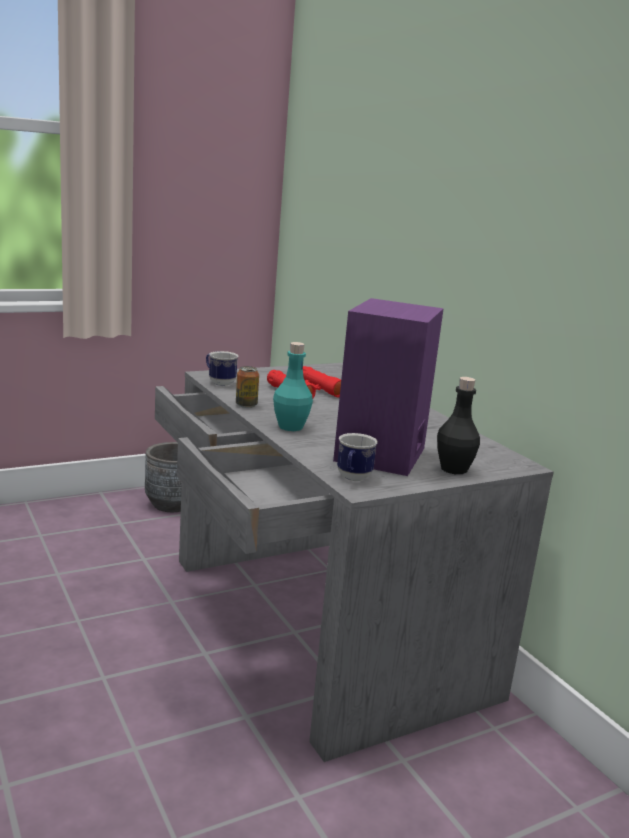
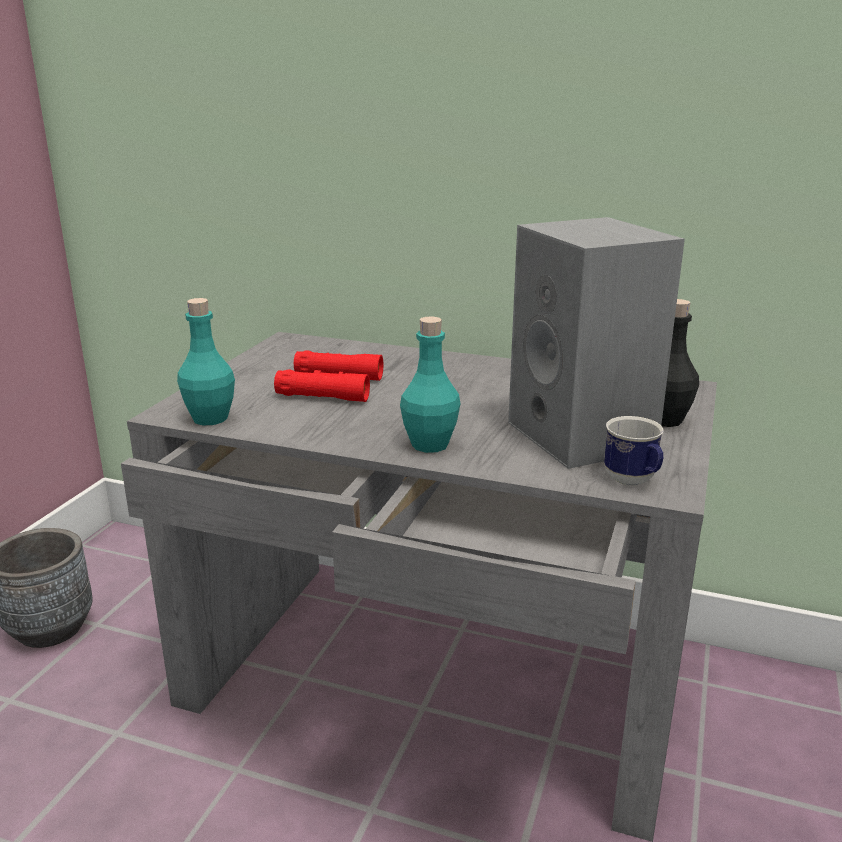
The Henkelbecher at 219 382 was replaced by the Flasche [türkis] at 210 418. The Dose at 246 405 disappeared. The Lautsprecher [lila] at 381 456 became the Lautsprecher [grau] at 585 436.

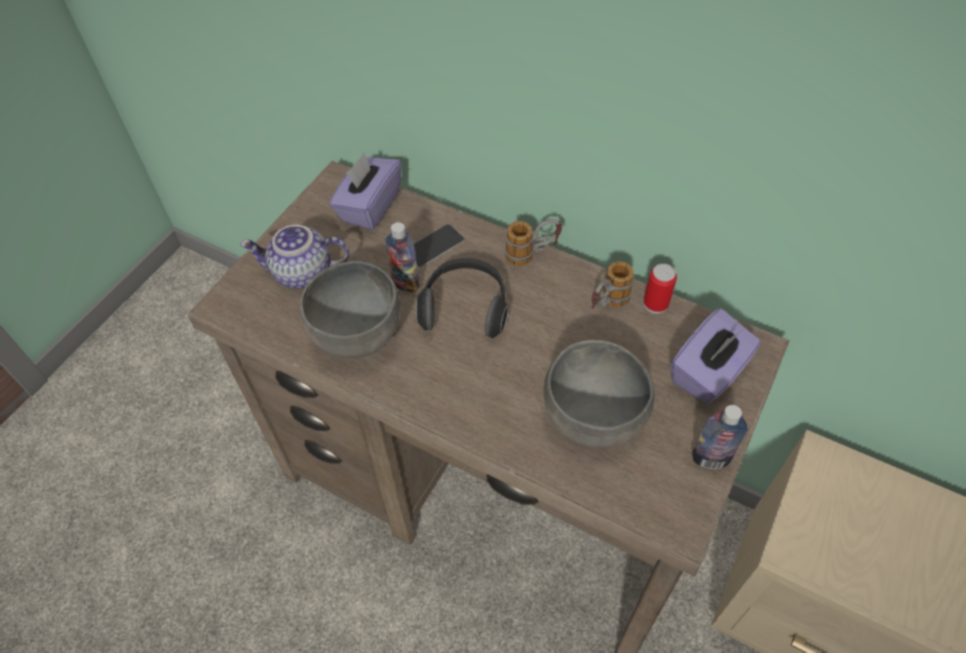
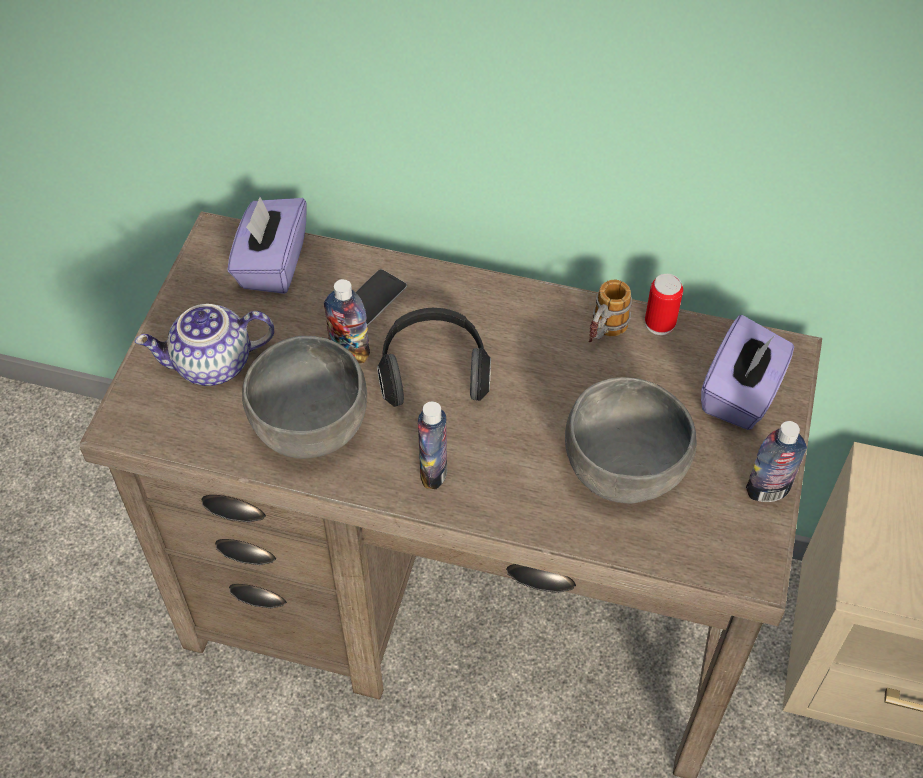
The Henkelbecher at 532 254 disappeared. The Flasche at 433 472 appeared.

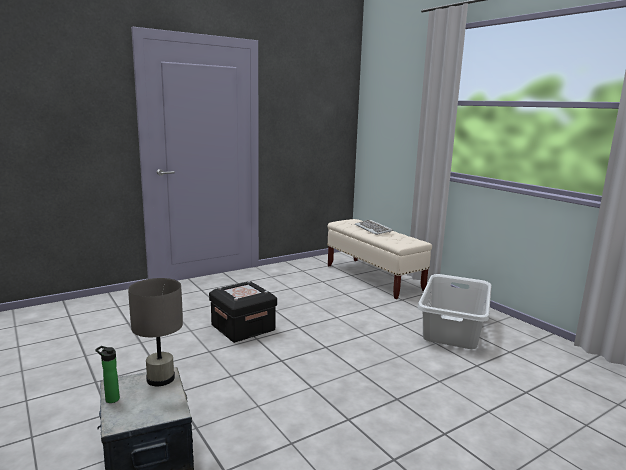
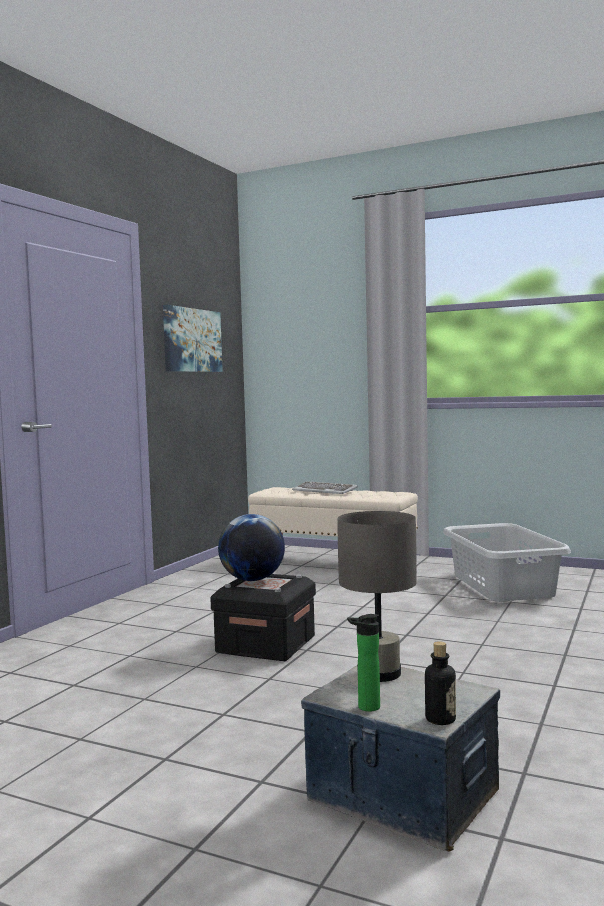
The Bild at 192 340 appeared. The Globus at 252 580 appeared. The Flasche at 440 719 appeared.

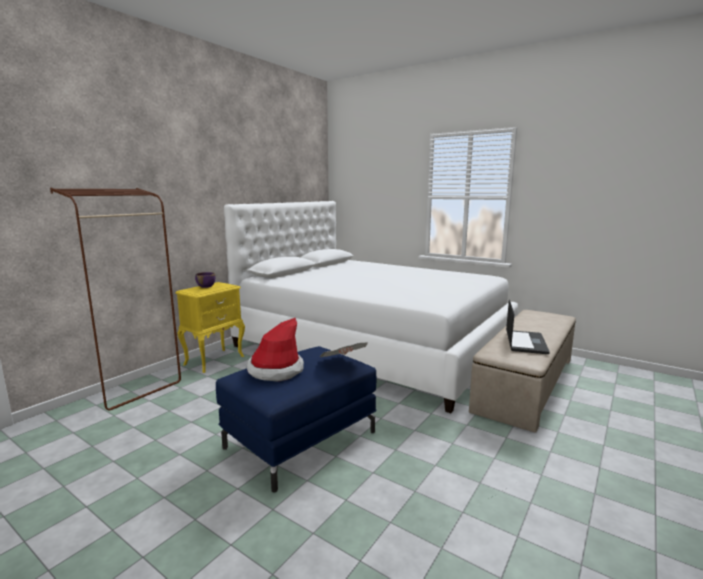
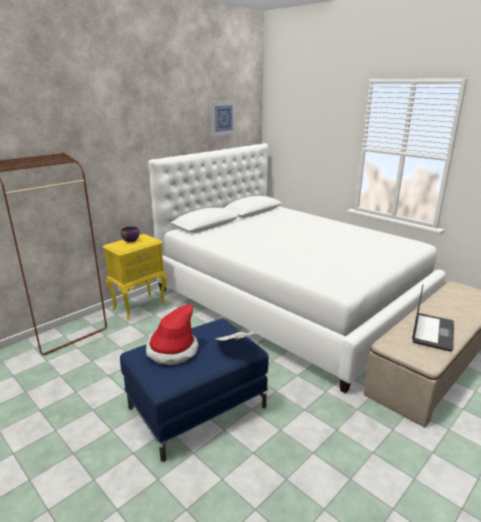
The Bild at 222 118 appeared.

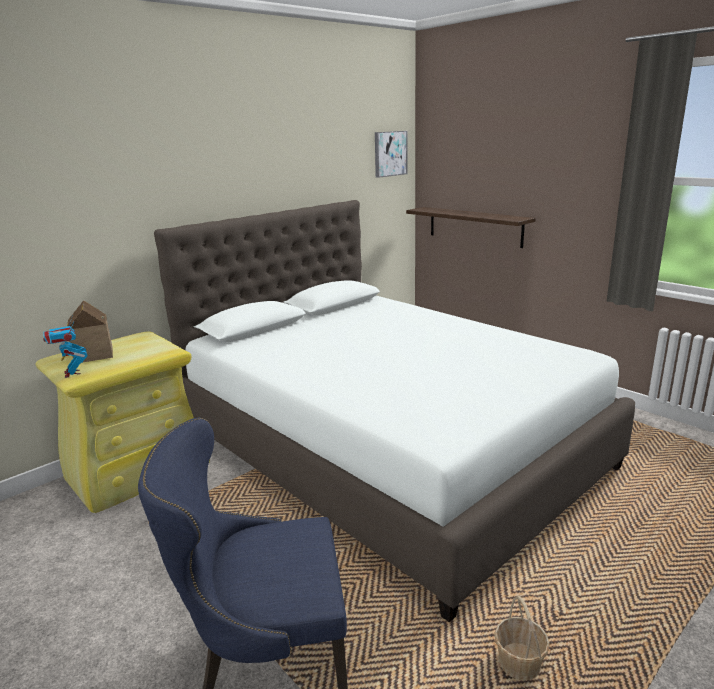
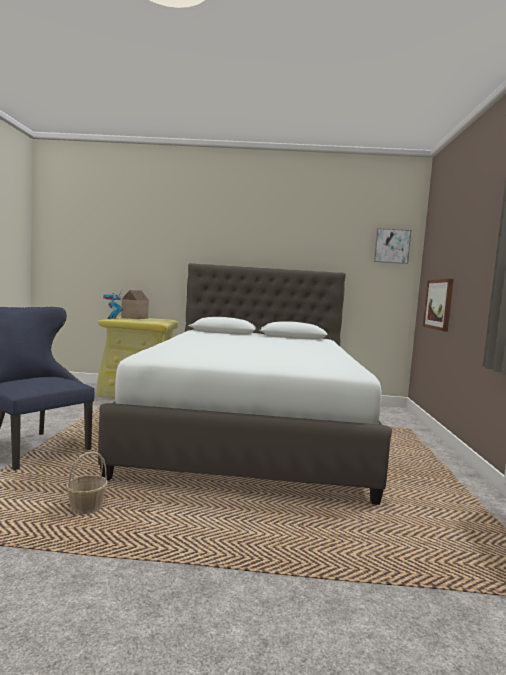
The Wandregal at 474 226 was replaced by the Bild at 438 304.

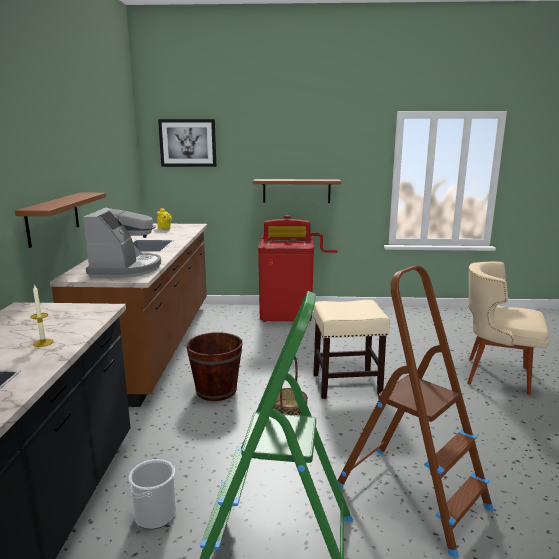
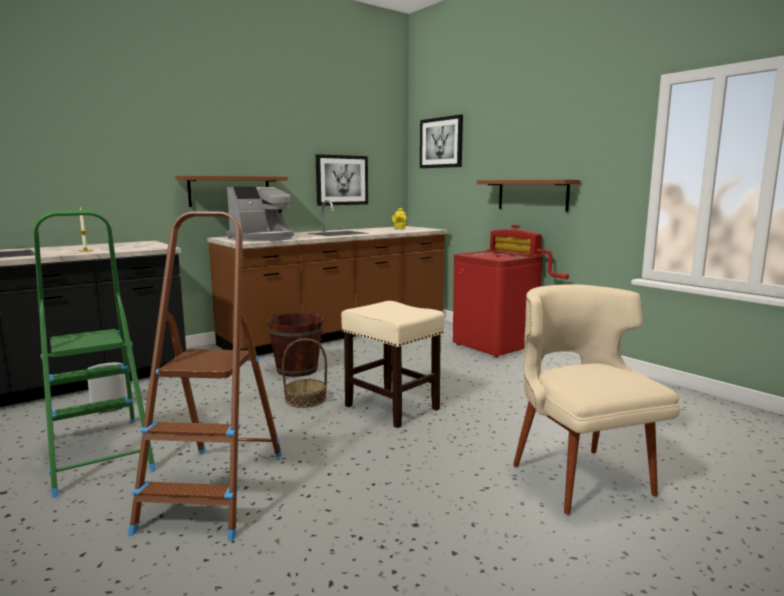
The Bild at 342 180 appeared.

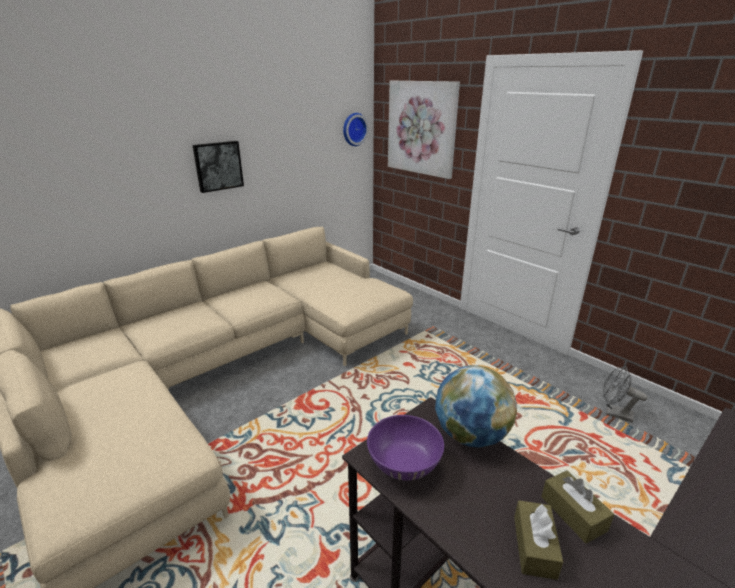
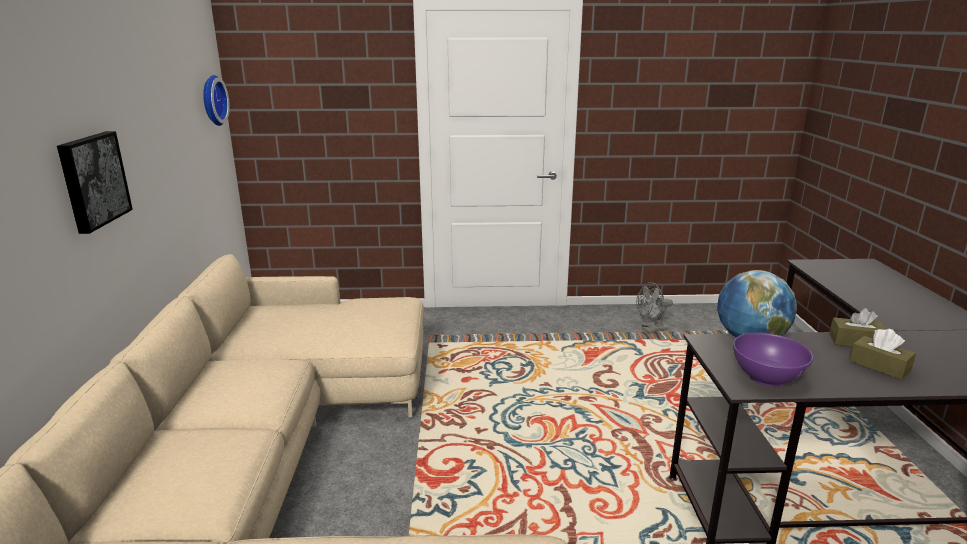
The Bild at 421 128 disappeared.

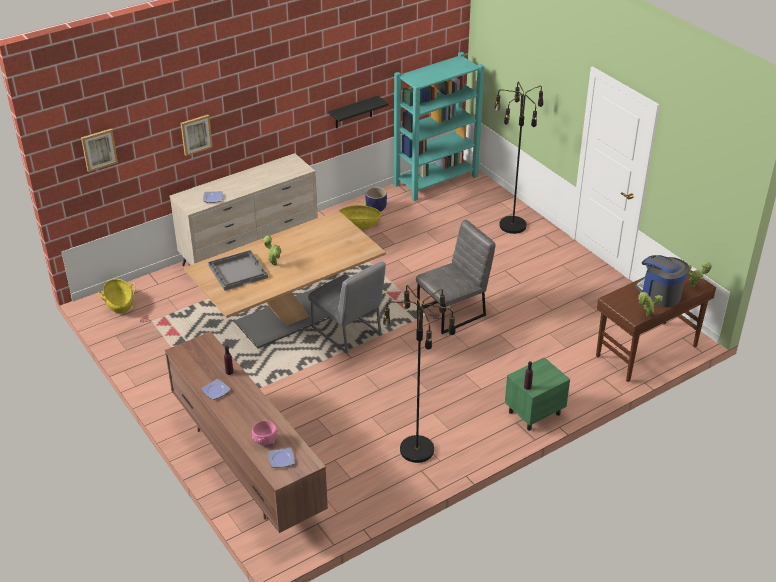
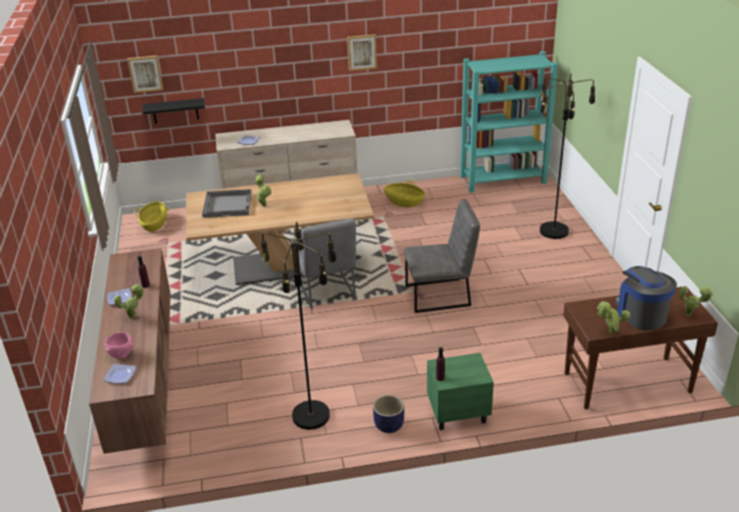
The Bild moved from 196 134 to 362 52. The Wandregal [schwarz] moved from 353 112 to 175 111. The Pflanzkübel moved from 376 208 to 389 425. The Topfpflanze at 133 317 appeared.

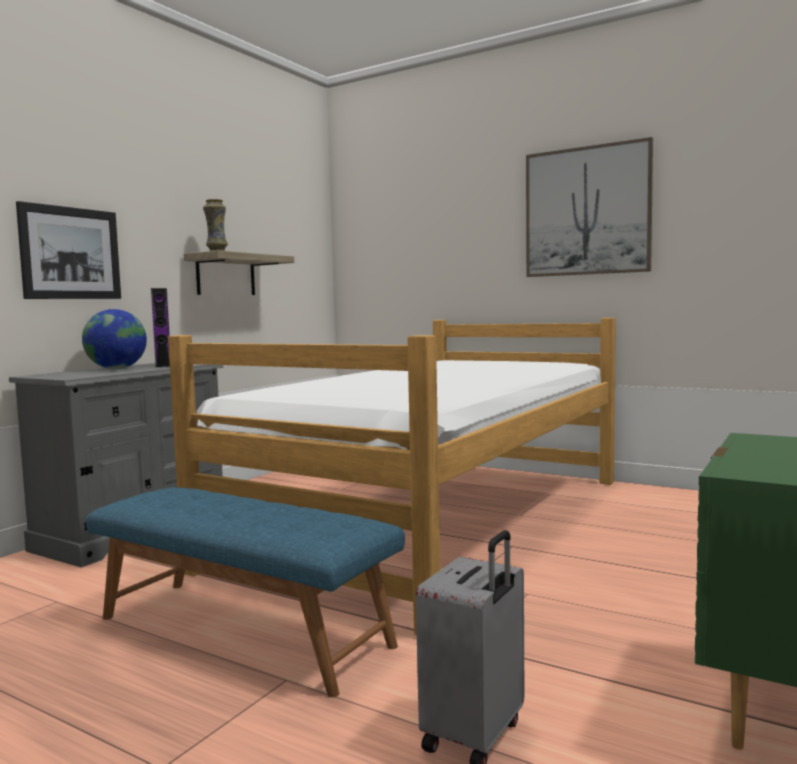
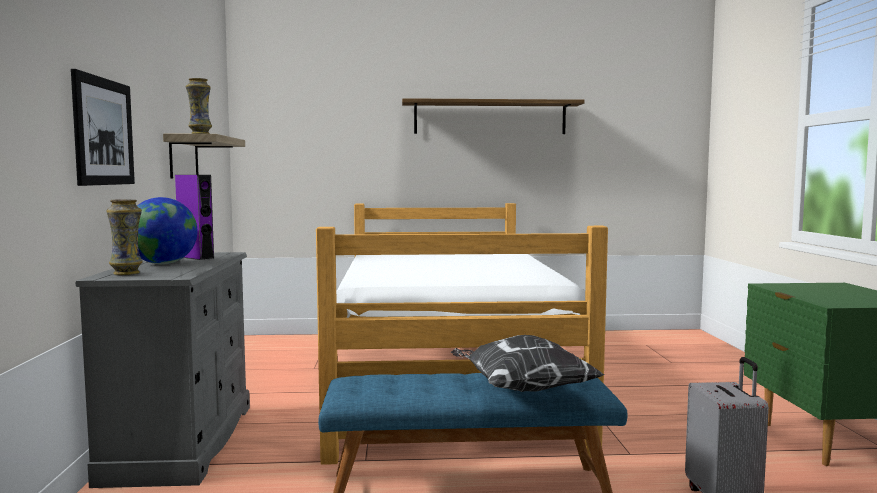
The Bild at 587 211 was replaced by the Wandregal at 490 118. The Vase at 127 273 appeared. The Kissen at 522 389 appeared.

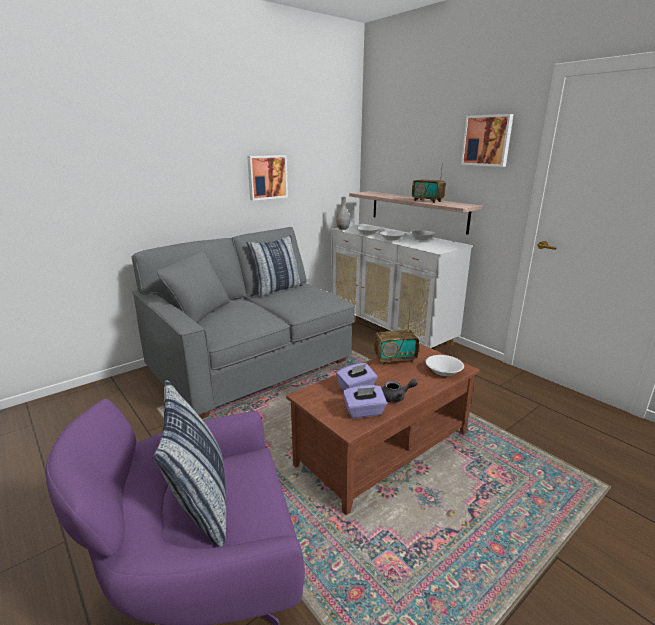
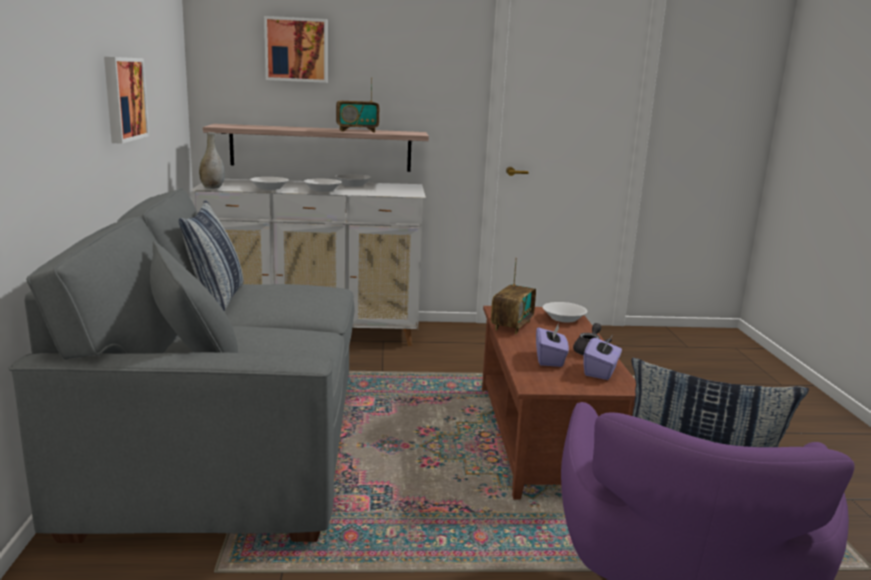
The Bild moved from 487 140 to 296 50.

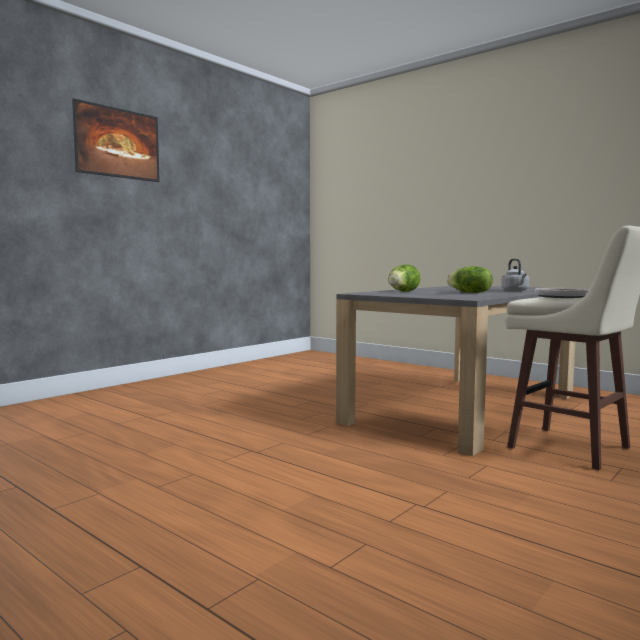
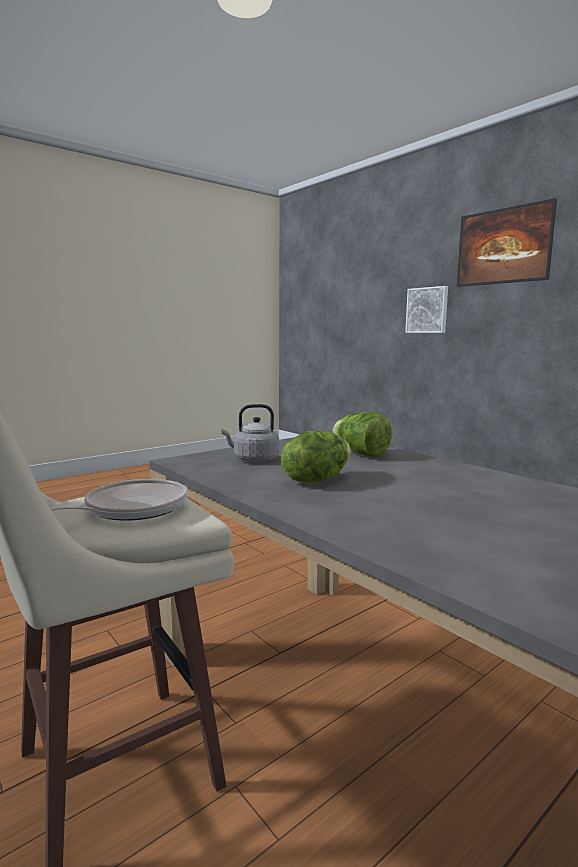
The Wasserkessel [grau] moved from 515 291 to 253 459. The Bild at 427 310 appeared.

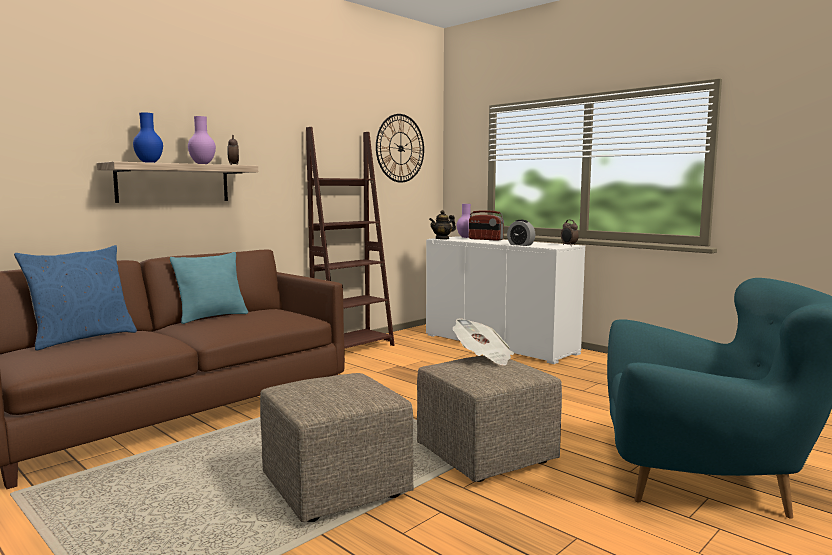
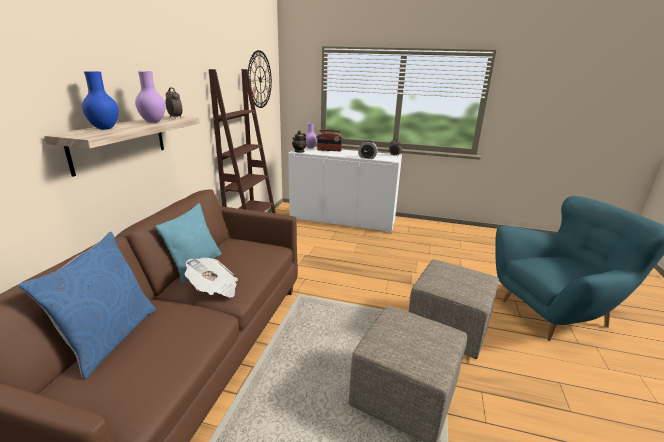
The Zeitung moved from 483 358 to 214 289.

